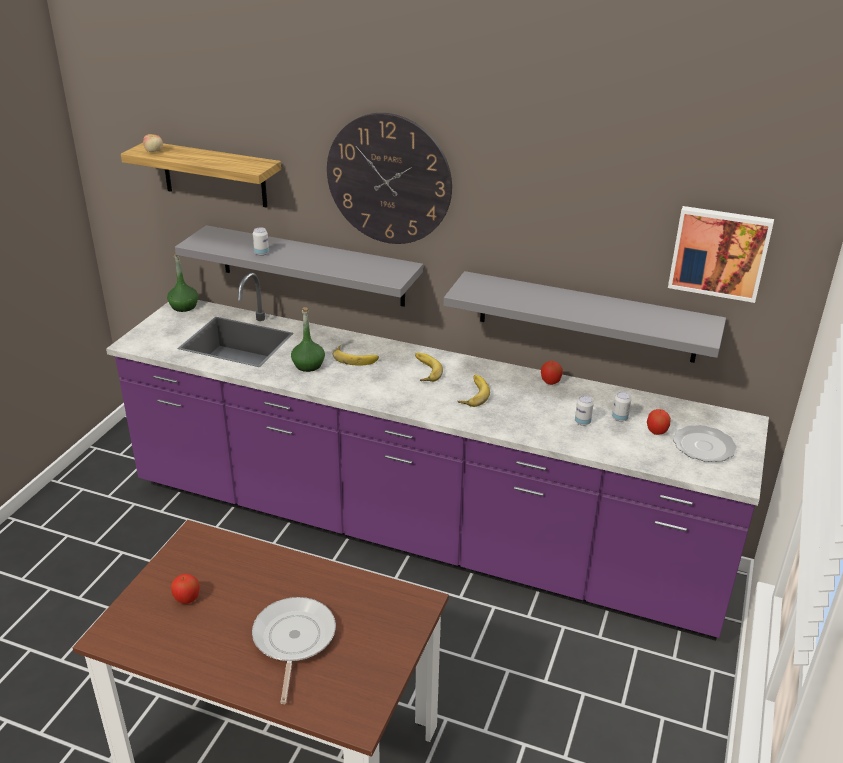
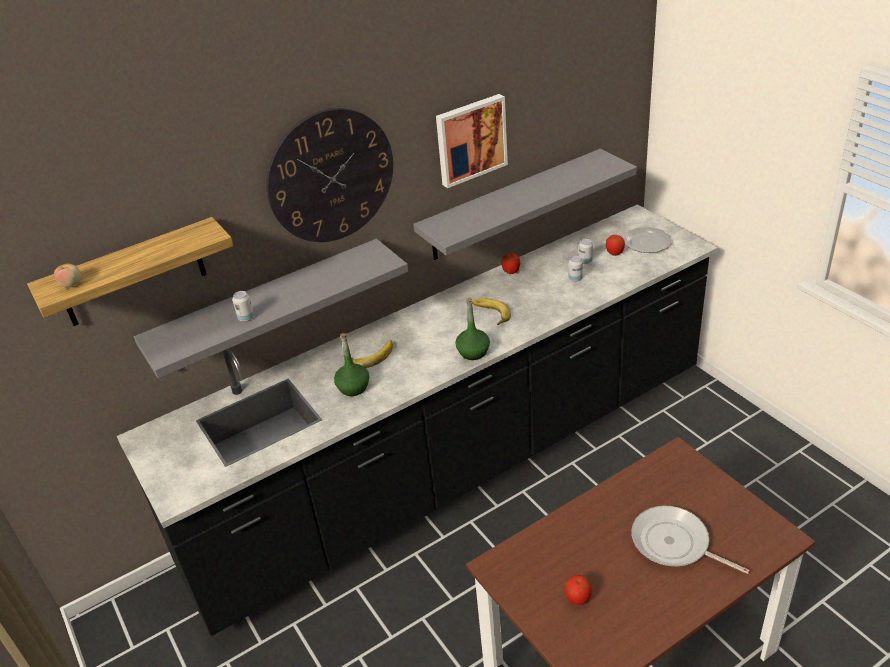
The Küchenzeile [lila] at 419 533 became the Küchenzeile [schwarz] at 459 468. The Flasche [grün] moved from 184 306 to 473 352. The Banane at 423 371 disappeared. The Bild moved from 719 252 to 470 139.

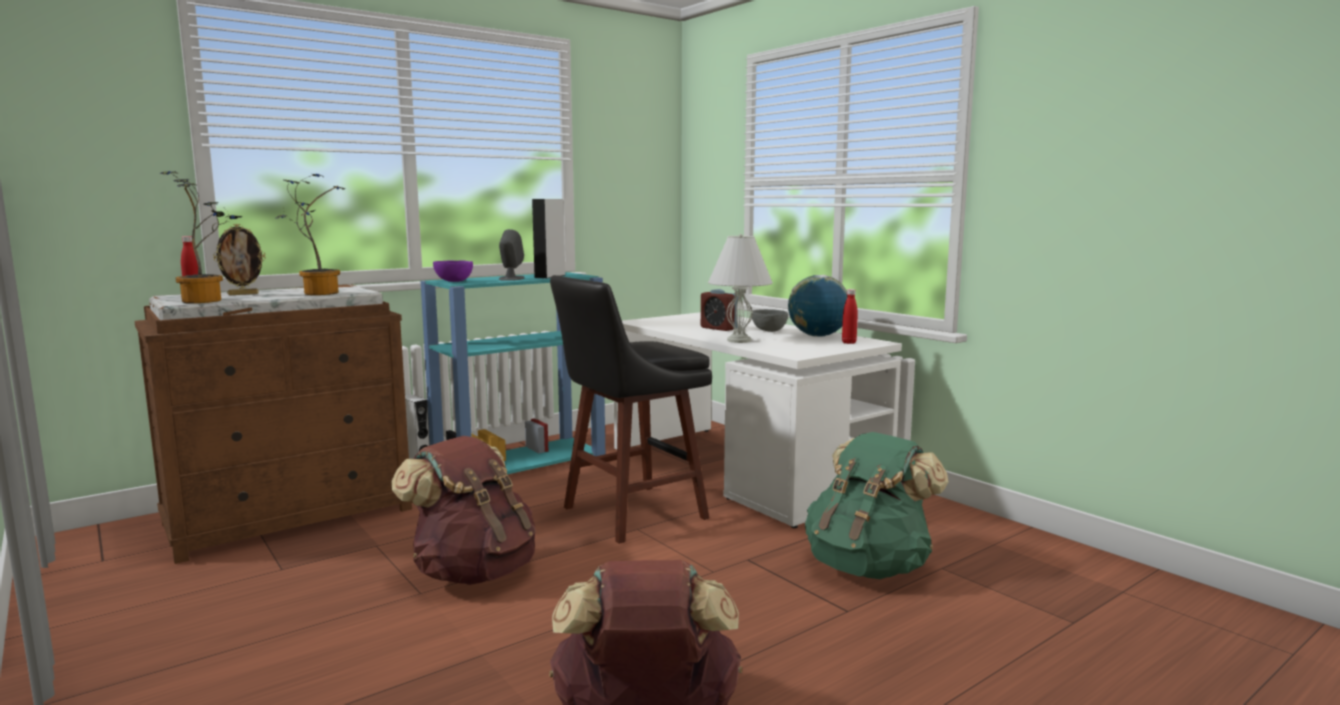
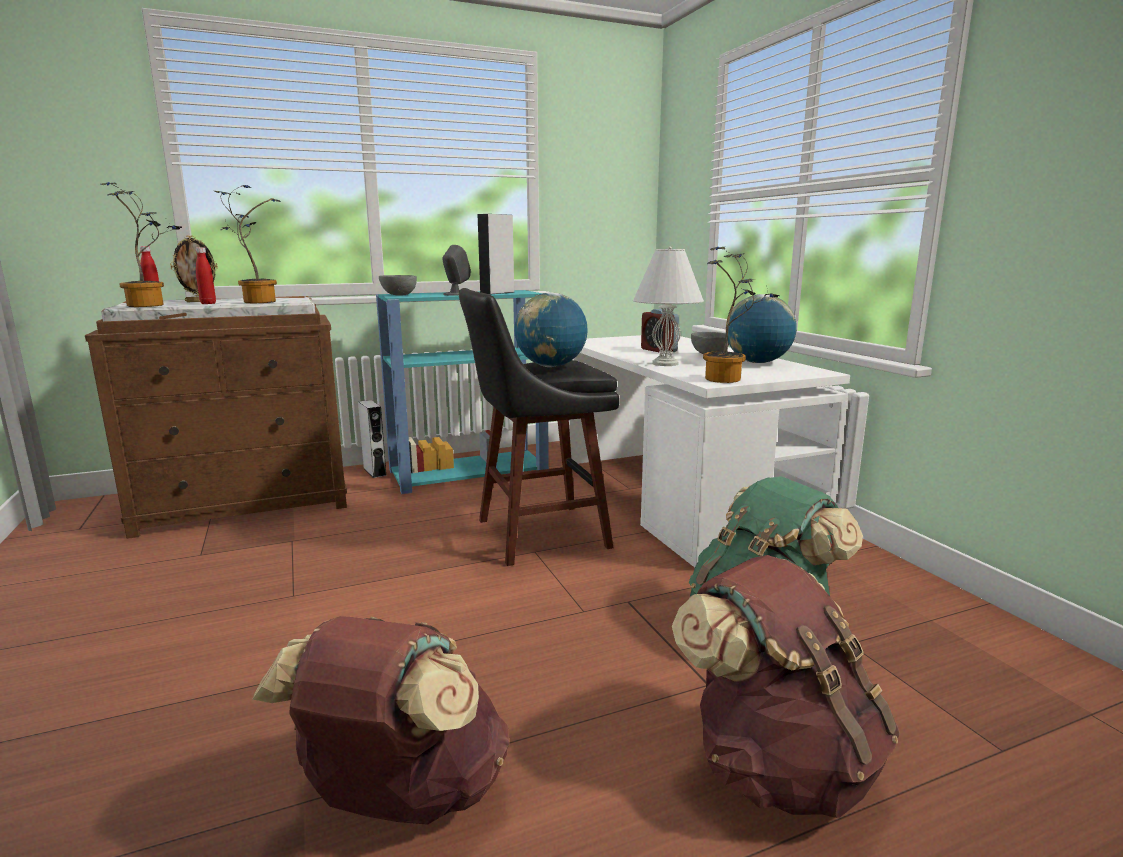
The Rucksack [braun] moved from 473 572 to 776 765. The Schüssel [lila] at 454 281 became the Schüssel [grau] at 399 295. The Flasche [rot] moved from 849 343 to 208 303. The Globus at 551 366 appeared. The Topfpflanze at 728 380 appeared.

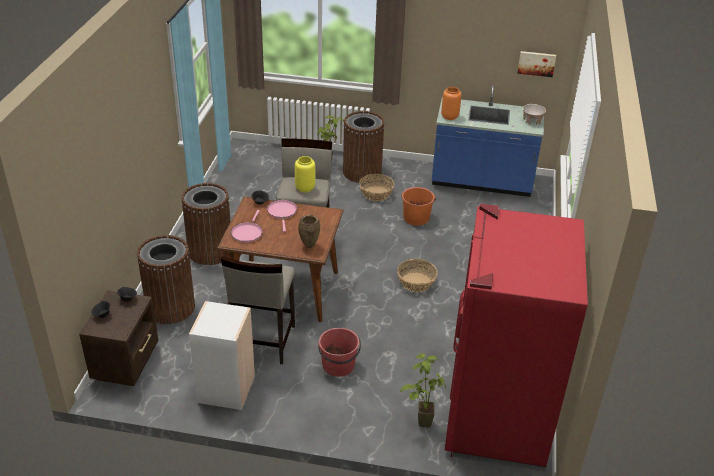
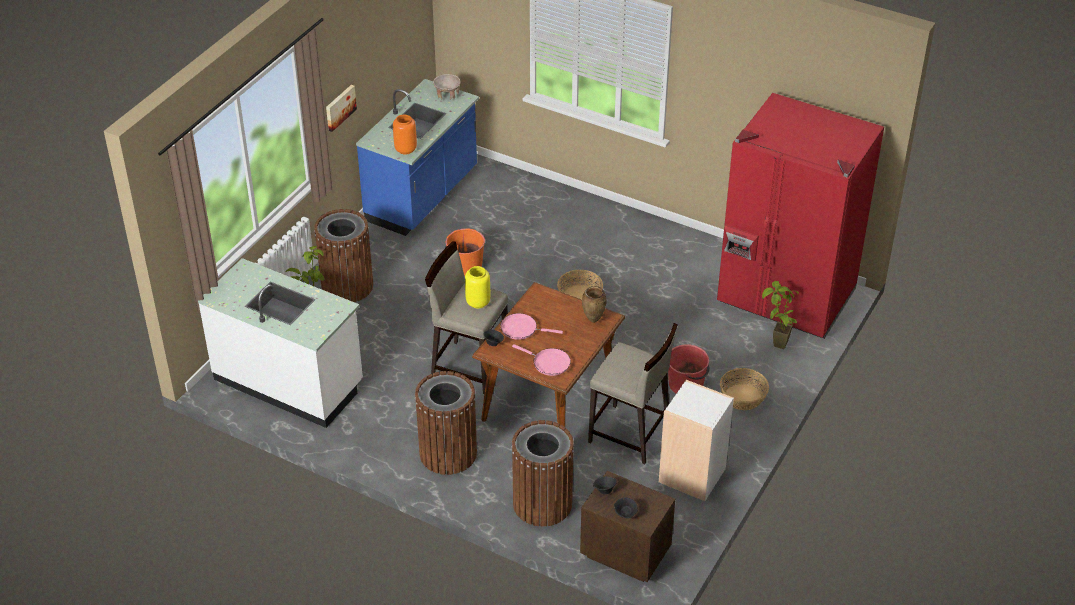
The Korb moved from 376 194 to 743 397. The Bild moved from 536 63 to 339 107. The Küchenzeile [weiß] at 289 382 appeared.

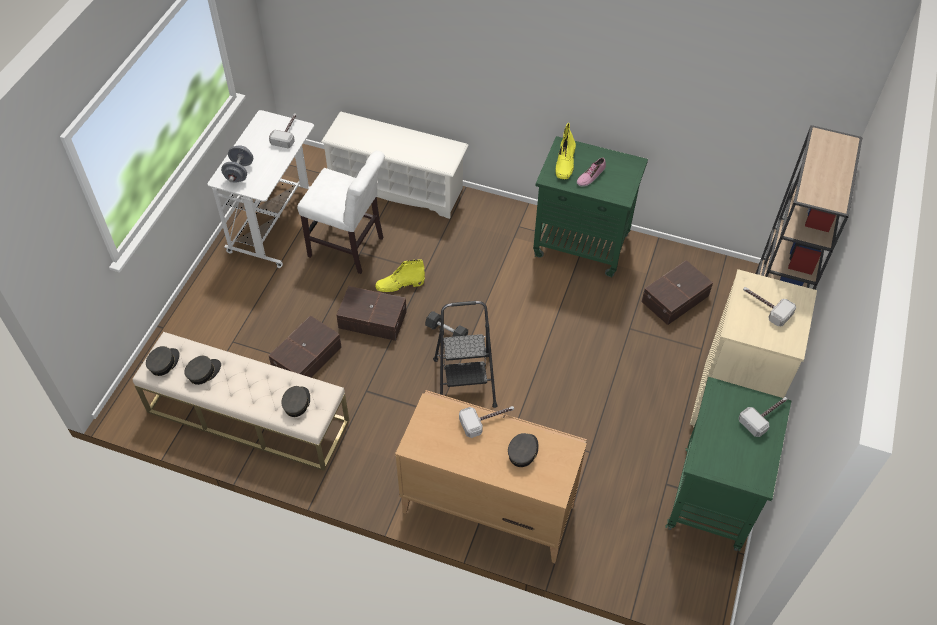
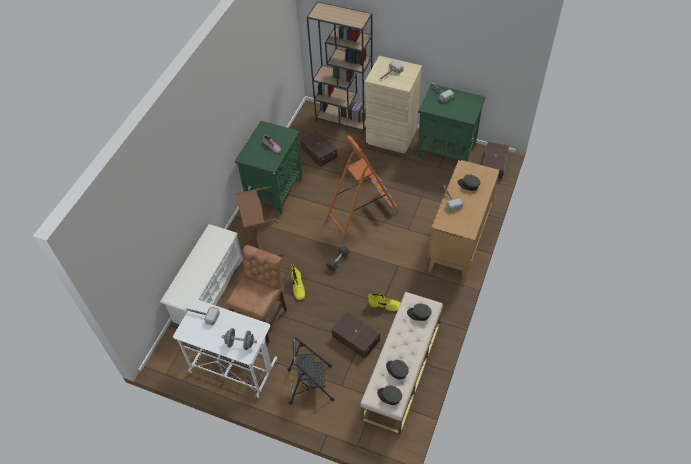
The Stuhl [weiß] at 349 248 became the Stuhl [braun] at 263 317. The Aufbewahrungsbox [braun] moved from 372 318 to 493 164. The Trittleiter [schwarz] moved from 464 379 to 308 384. The Stiefel [gelb] moved from 565 163 to 385 305. The Wäschekorb [braun] at 259 242 appeared. The Trittleiter [orange] at 362 215 appeared.

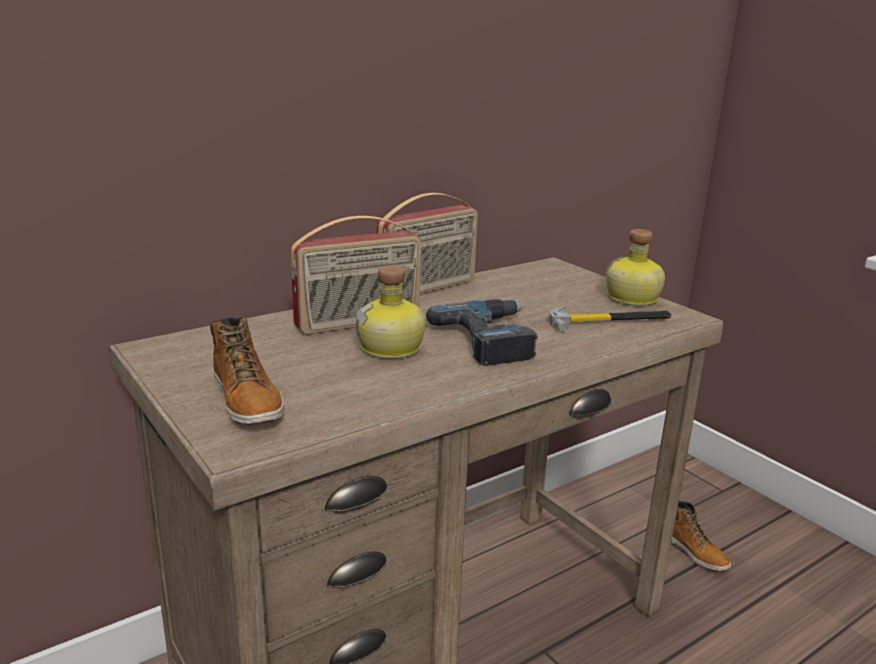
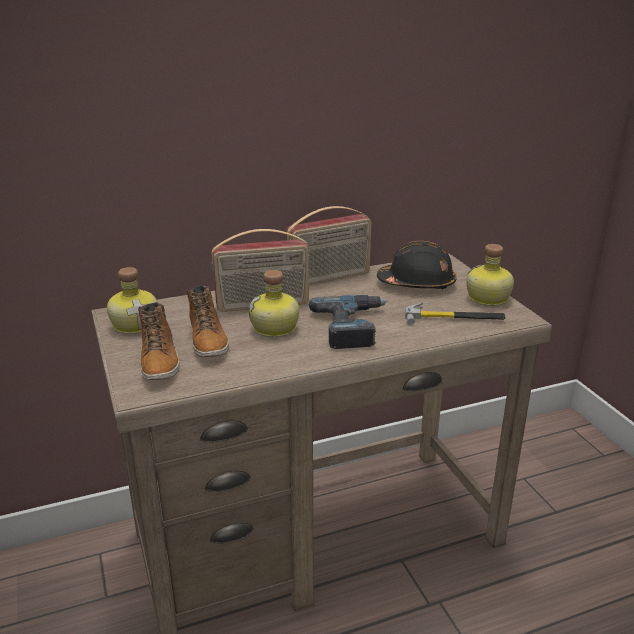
The Stiefel moved from 693 550 to 208 340. The Flasche at 135 324 appeared. The Schutzhelm [schwarz] at 417 283 appeared.

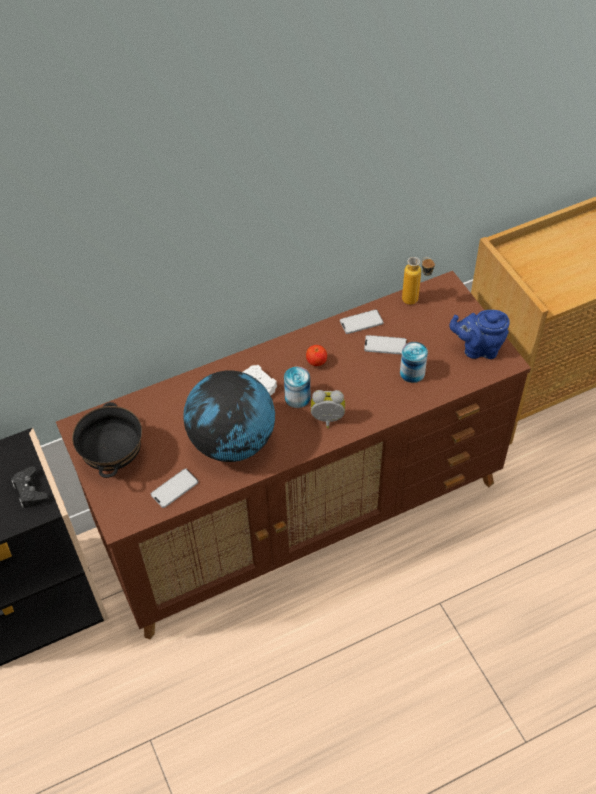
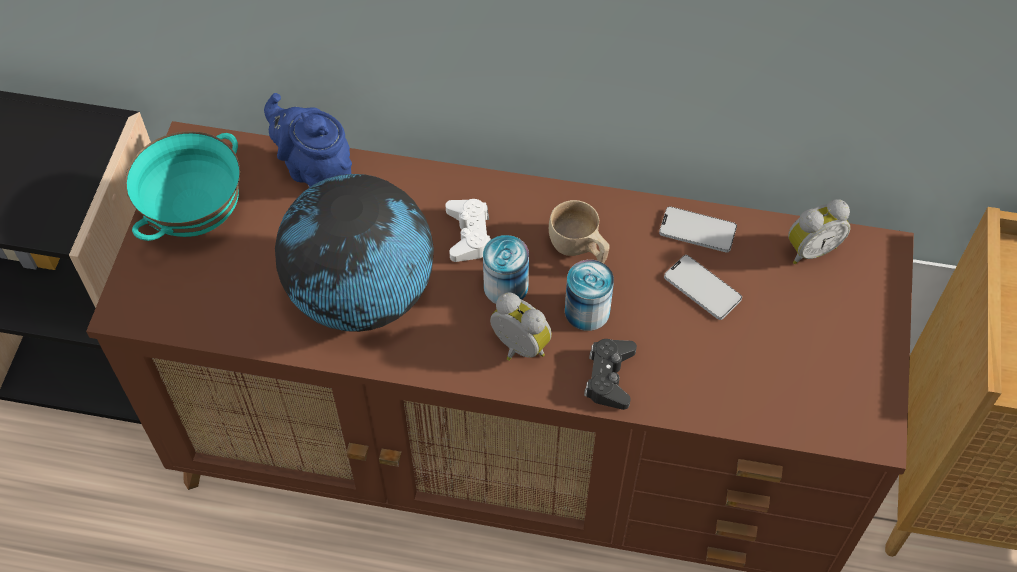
The Gamepad [schwarz] moved from 30 491 to 609 377. The Schüssel [schwarz] at 113 457 became the Schüssel [türkis] at 196 216. The Handy at 174 488 disappeared. The Apfel at 316 362 was replaced by the Tasse [beige] at 579 251. The Dose moved from 412 372 to 587 311. The Flasche at 416 302 was replaced by the Wecker at 810 248. The Teekanne [blau] moved from 478 349 to 315 171.

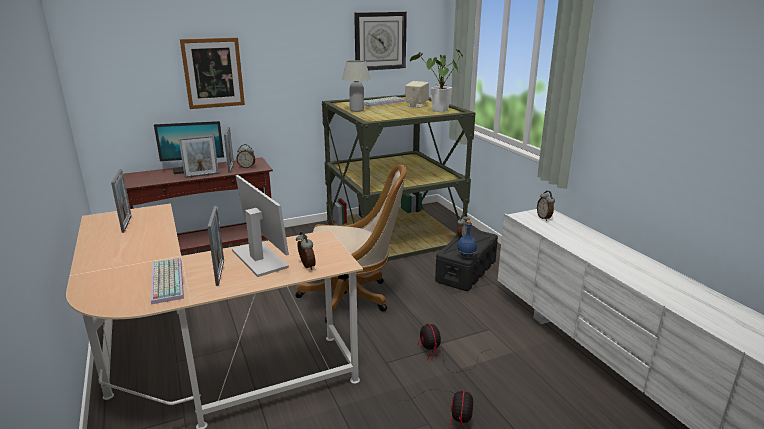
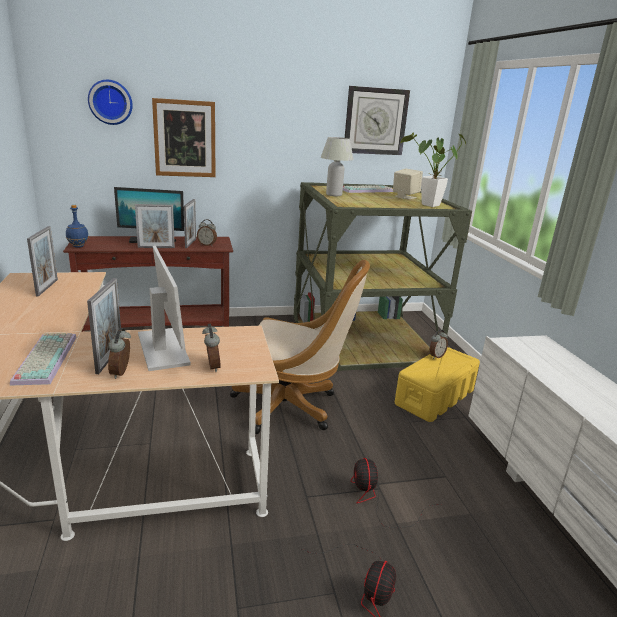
The Aufbewahrungsbox [schwarz] at 466 271 became the Aufbewahrungsbox [gelb] at 435 397. The Flasche [blau] moved from 466 257 to 78 246. The Wecker moved from 544 218 to 122 373. The Wanduhr at 110 102 appeared.

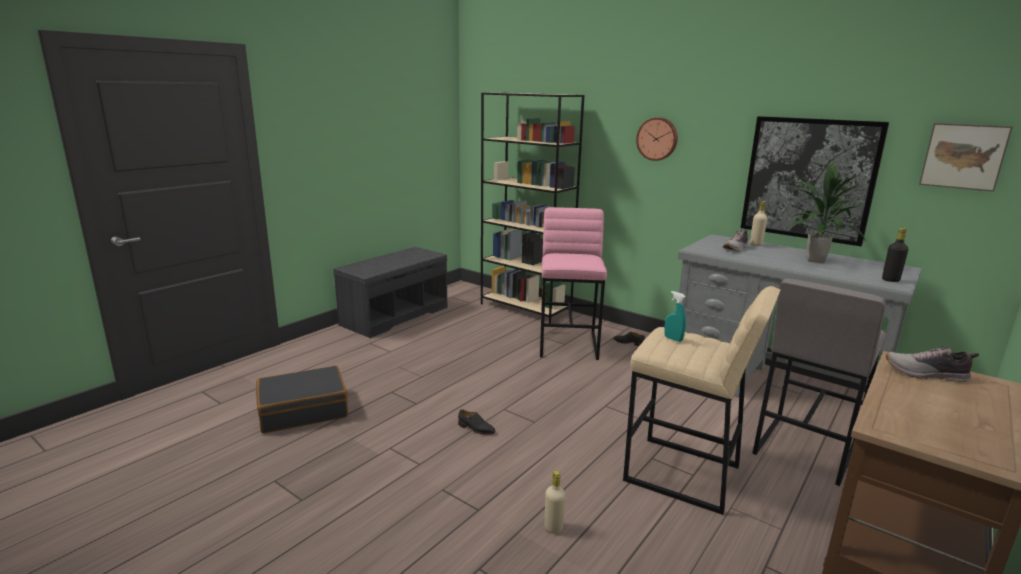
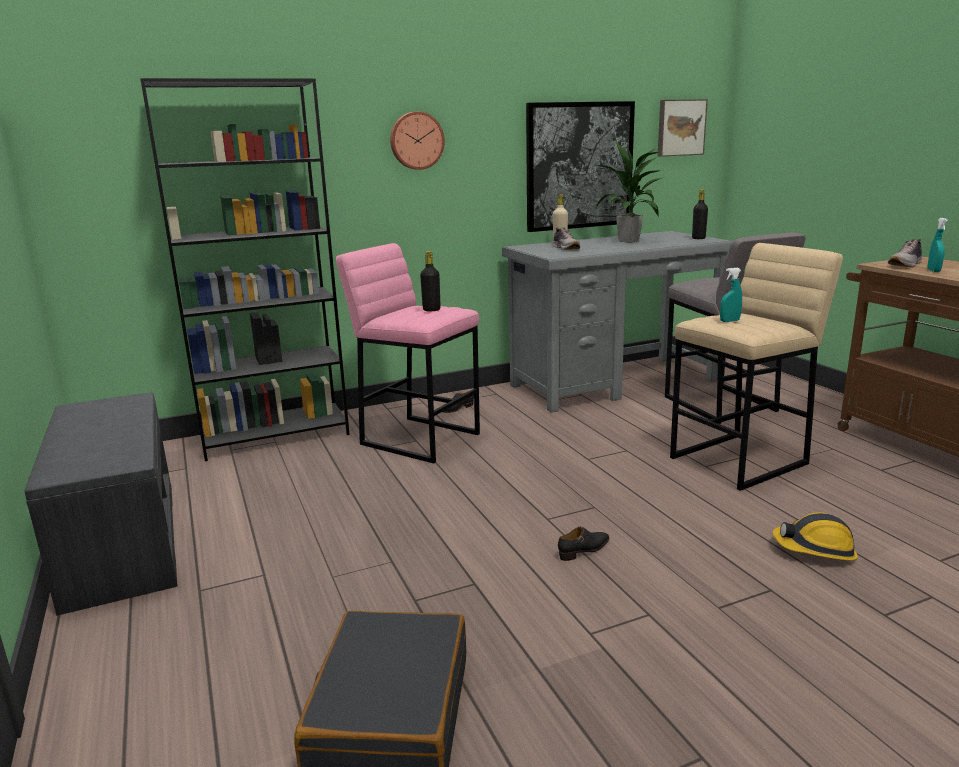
The Bücherregal [beige] at 526 308 became the Bücherregal [schwarz] at 275 435. The Flasche [beige] at 553 527 was replaced by the Schutzhelm at 815 549. The Flasche [schwarz] at 431 310 appeared. The Sprühflasche [türkis] at 933 271 appeared.

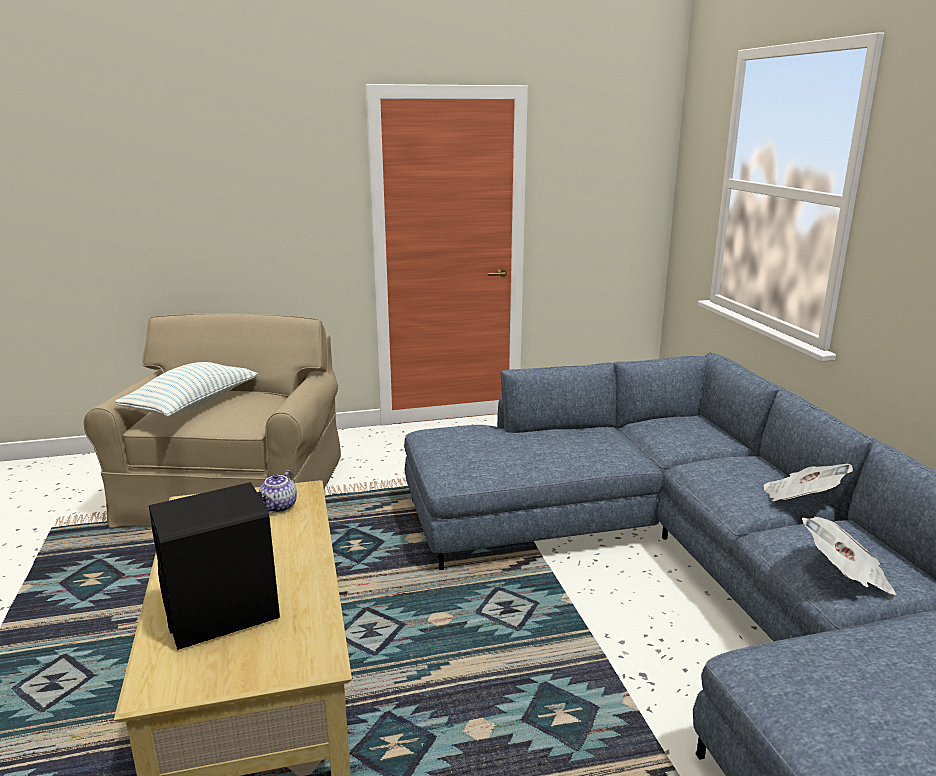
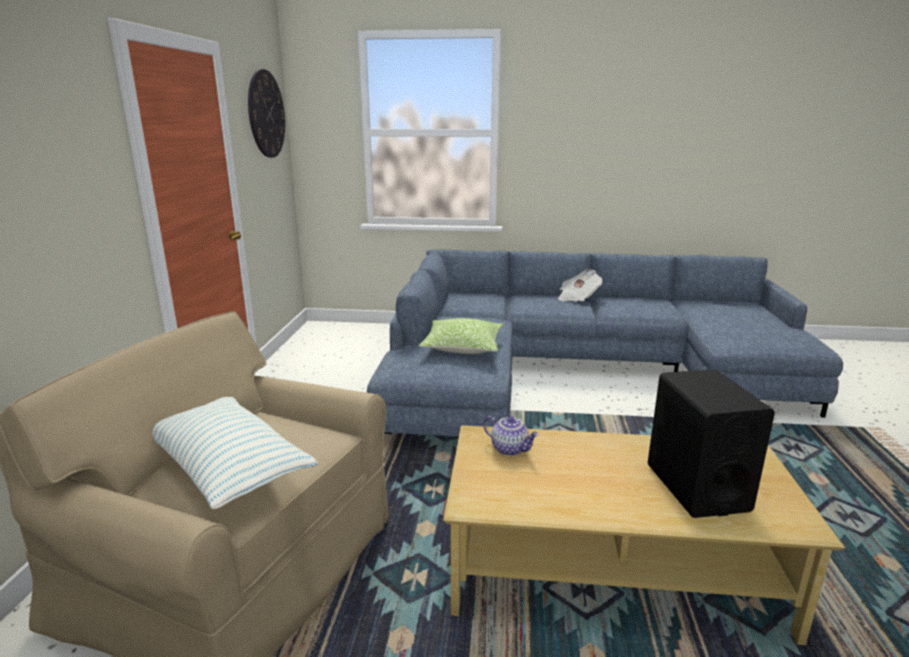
The Zeitung at 845 575 disappeared. The Wanduhr at 266 114 appeared. The Kissen at 463 347 appeared.

